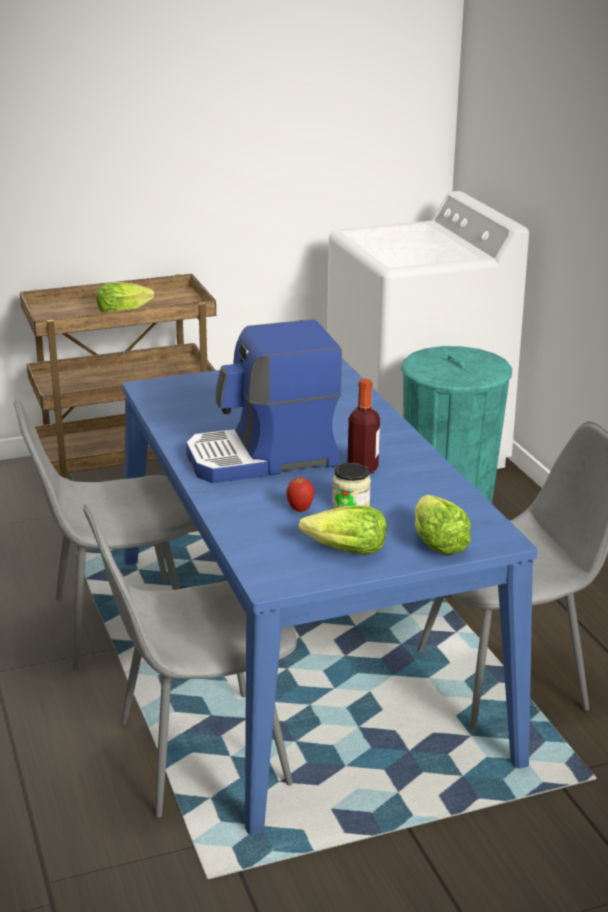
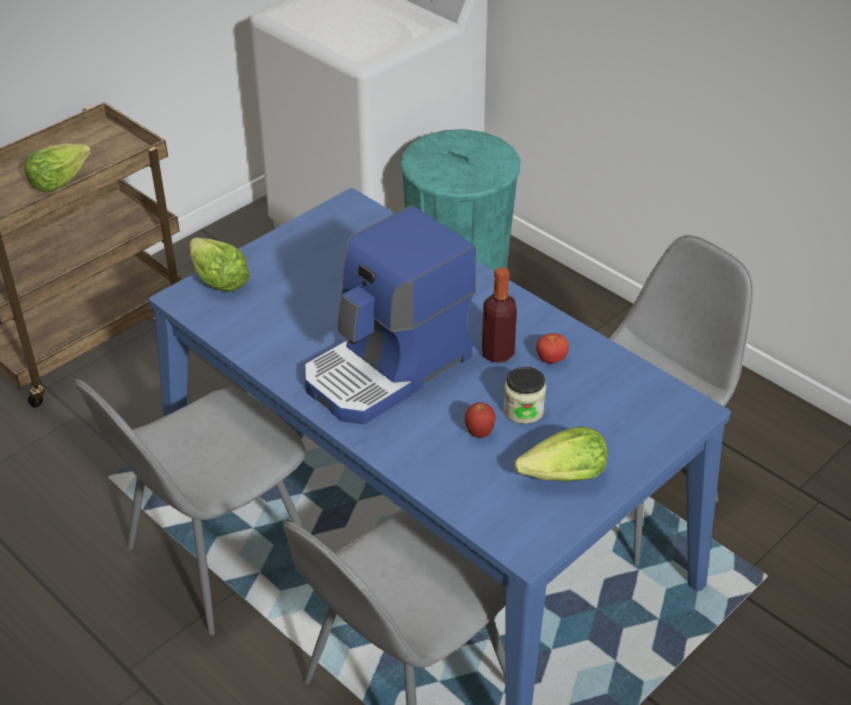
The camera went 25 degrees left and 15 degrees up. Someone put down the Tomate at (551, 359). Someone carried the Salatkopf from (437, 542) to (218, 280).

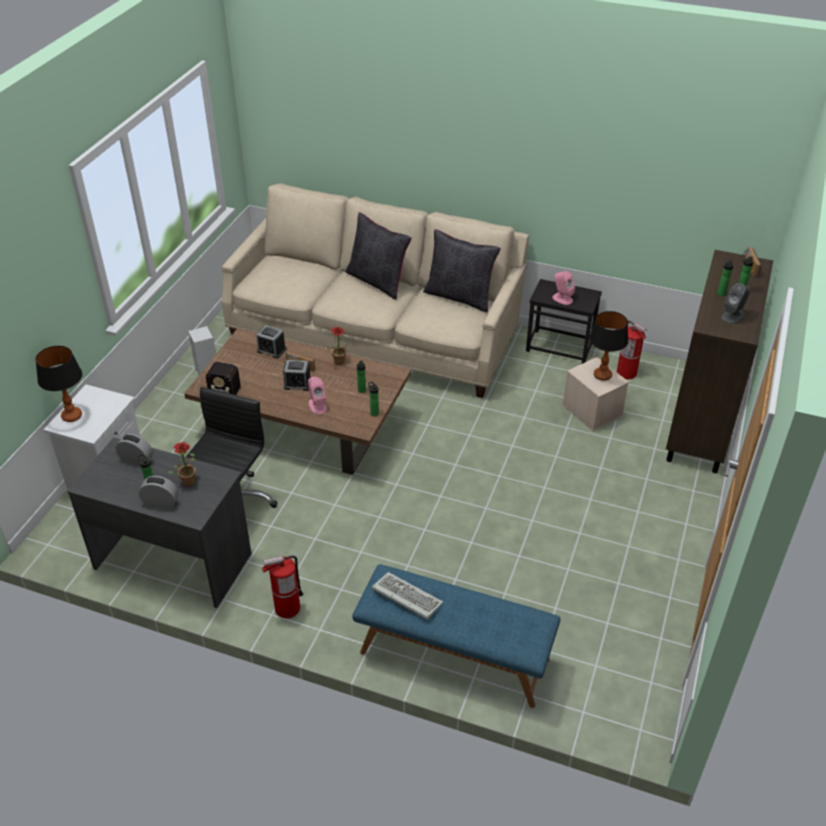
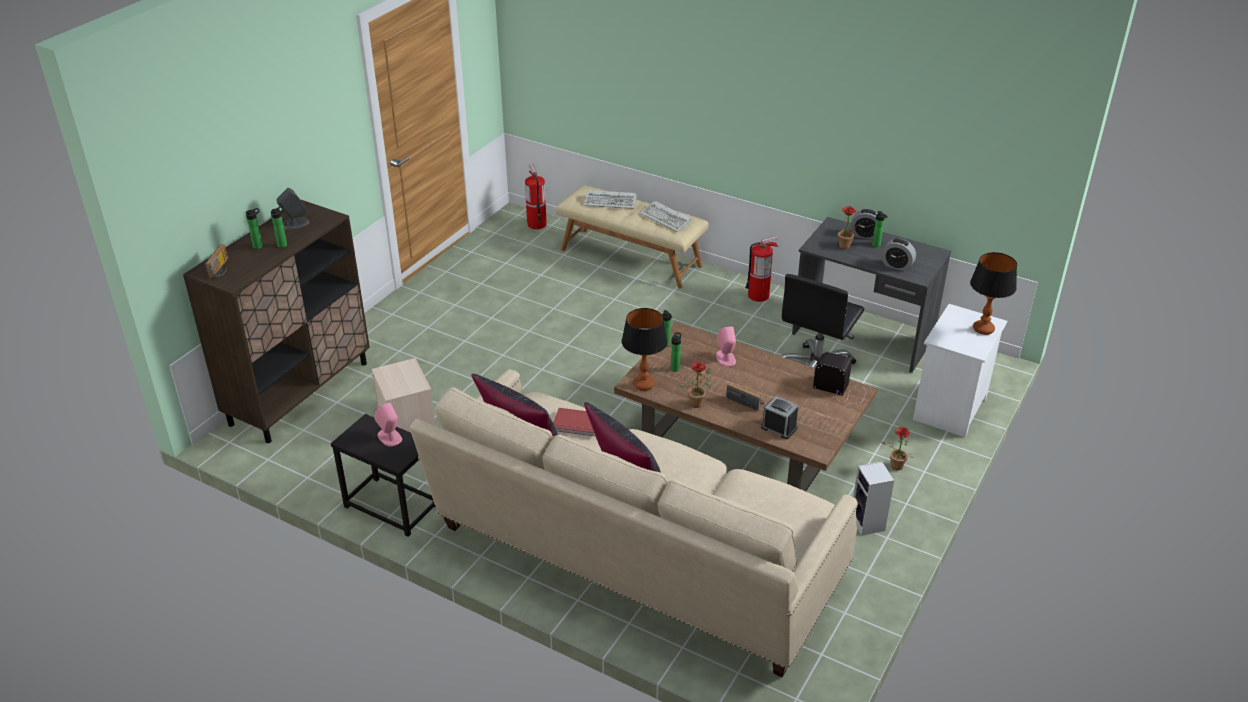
The camera went 170 degrees left and 5 degrees down. Someone took away the Wecker at (297, 384). Someone put down the Buch/rot at (576, 424). Someone put down the Tastatur at (611, 202). Someone put down the Topfpflanze at (894, 467). Someone carried the Tischlampe from (602, 375) to (644, 385). Someone carried the Feuerlöscher from (627, 373) to (536, 224). Someone repainted the Bank/blau at (453, 656), which became the Bank/beige at (631, 257).

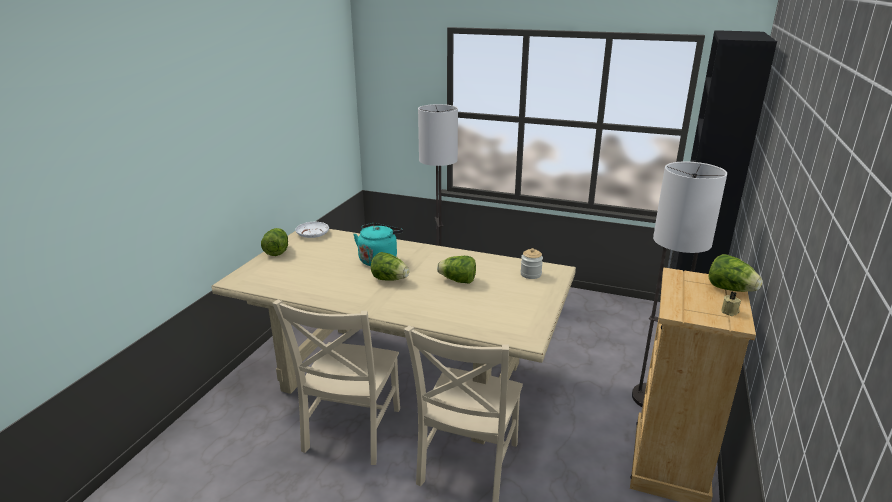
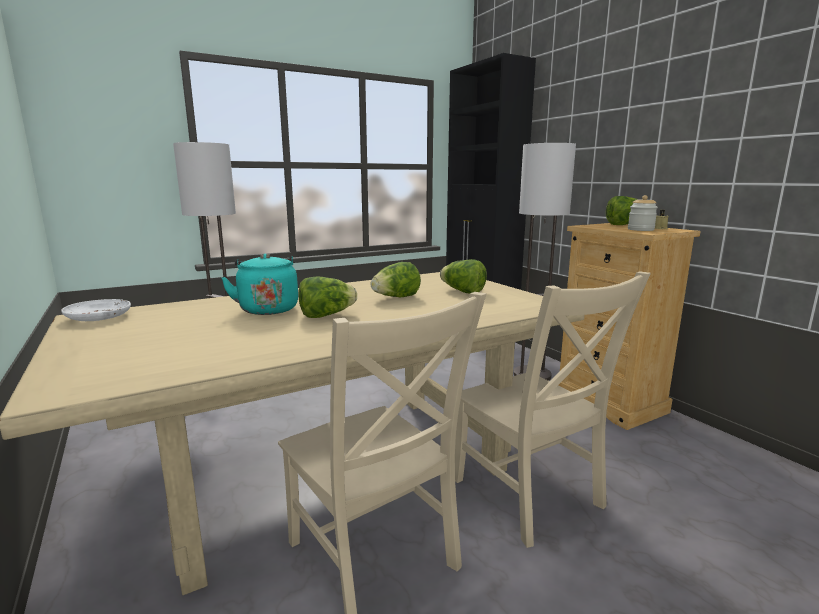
The camera went 50 degrees left and 10 degrees down. Someone carried the Salatkopf from (277, 251) to (463, 292). Someone carried the Vorratsglas from (530, 274) to (640, 229).

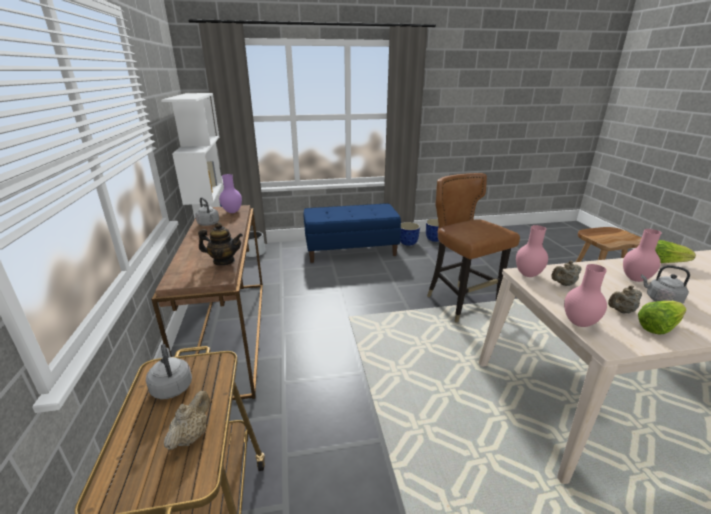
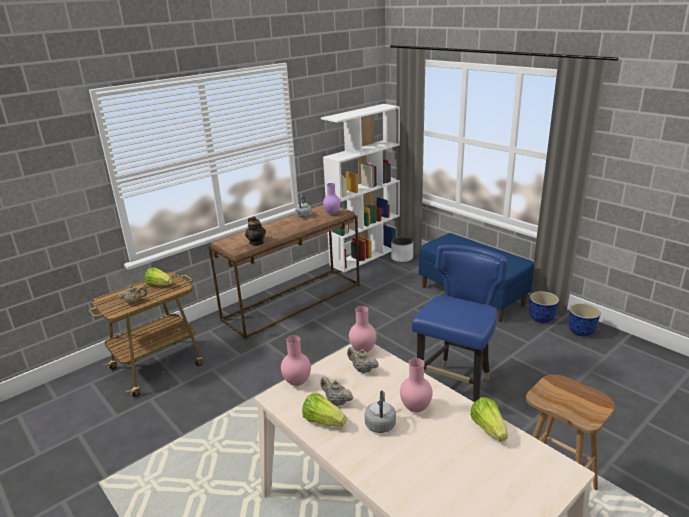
The camera went 60 degrees right and 0 degrees up. Someone swapped the Wasserkessel/grau at (172, 386) for the Salatkopf at (159, 285). Someone repainted the Stuhl/braun at (461, 303), which became the Stuhl/blau at (455, 389).

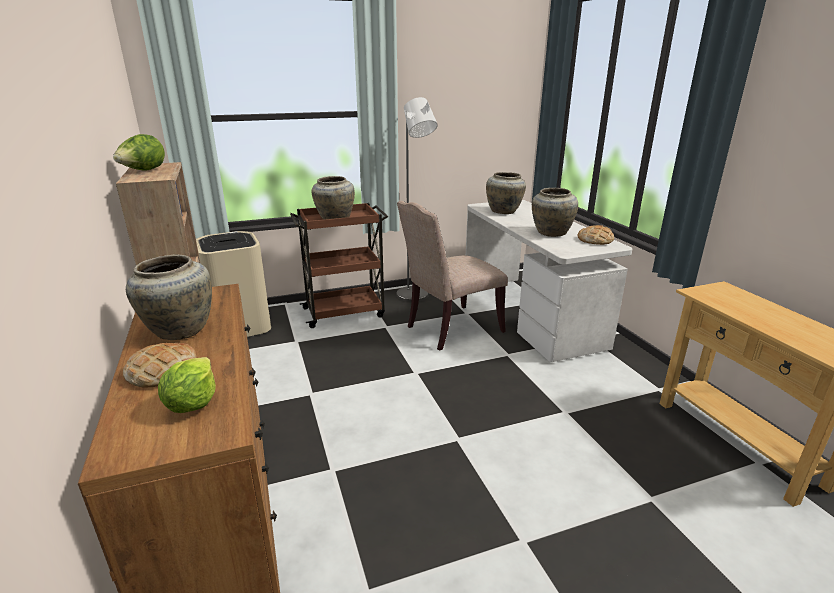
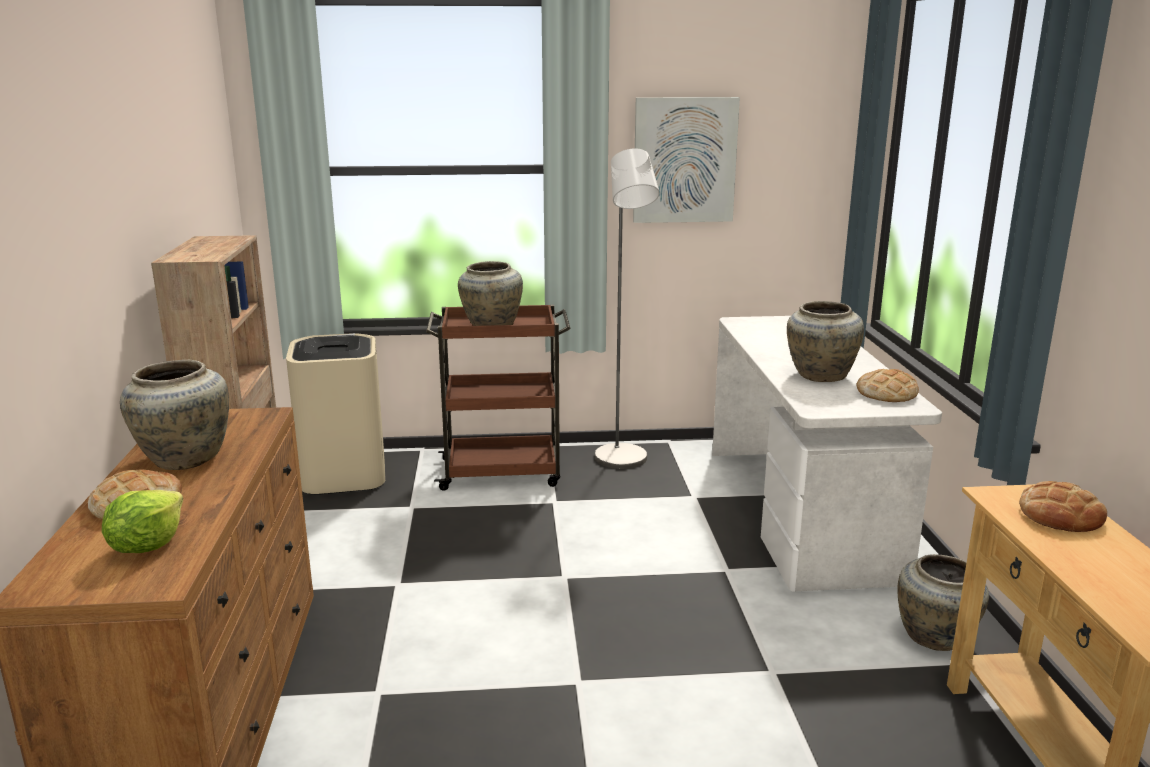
The camera went 15 degrees right and 5 degrees down. Someone took away the Salatkopf at (143, 171). Someone took away the Stuhl/beige at (450, 329). Someone put up the Bild at (684, 160). Someone put down the Brot at (1060, 515). Someone carried the Vase/beige from (504, 212) to (935, 638).

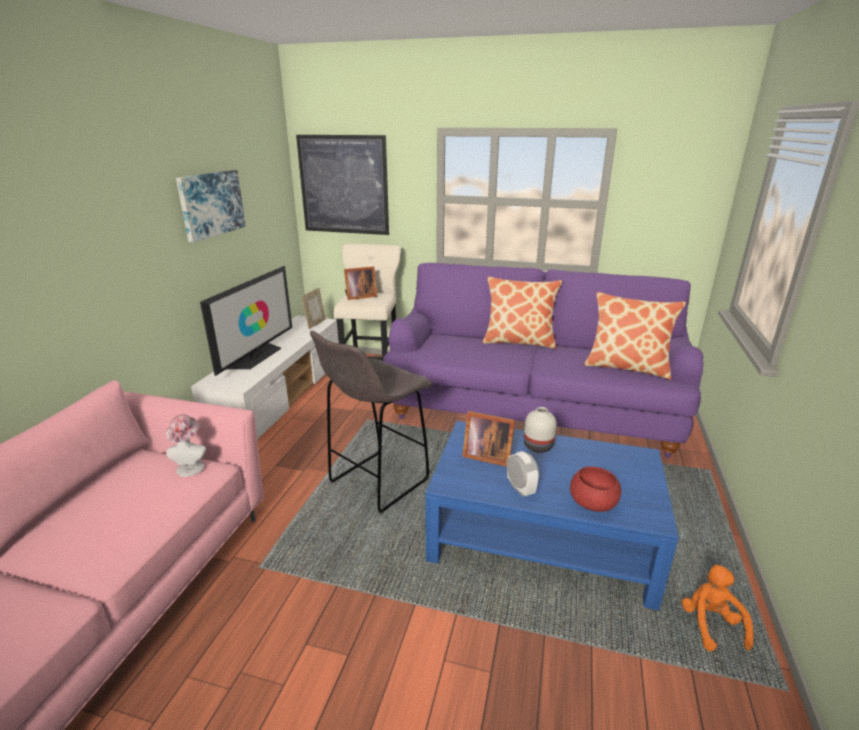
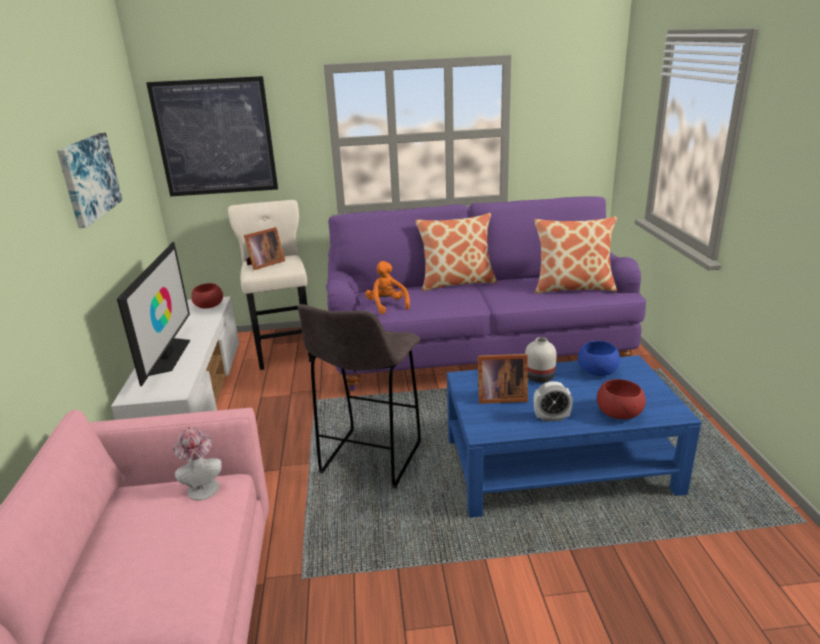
The camera went 20 degrees left and 0 degrees up. Someone put down the Schüssel/blau at (597, 371). Someone carried the Plüschtier/orange from (710, 624) to (387, 305). Someone swapped the Bilderrahmen at (315, 324) for the Schüssel/rot at (208, 306). Someone rotated the Wecker at (520, 488) by 135 degrees clockwise.

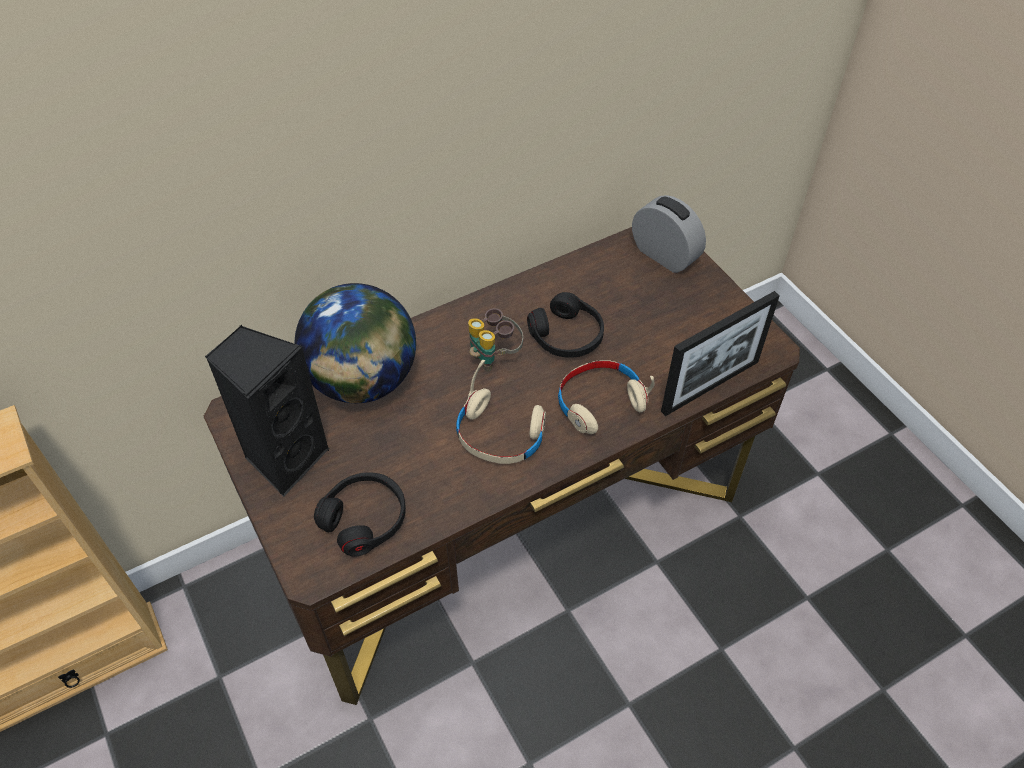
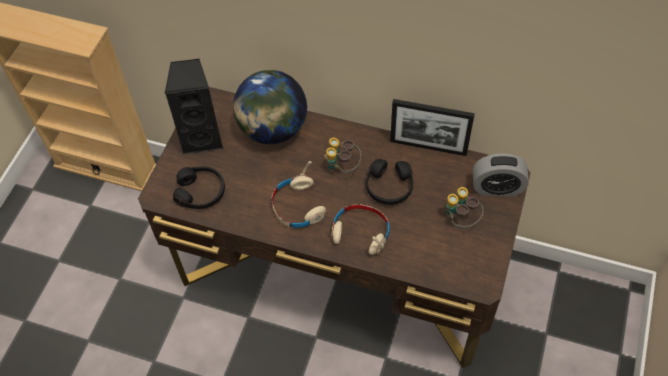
The camera went 50 degrees right and 5 degrees up. Someone put down the Fernglas at (460, 220). Someone carried the Bilderrahmen from (710, 386) to (428, 147). Someone rotated the Wecker at (664, 255) by 90 degrees clockwise.

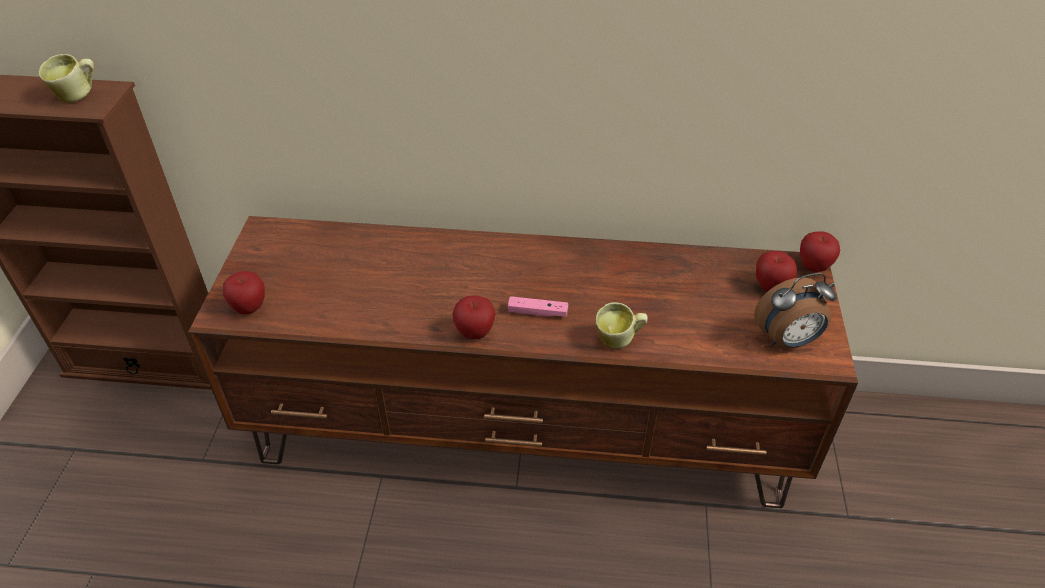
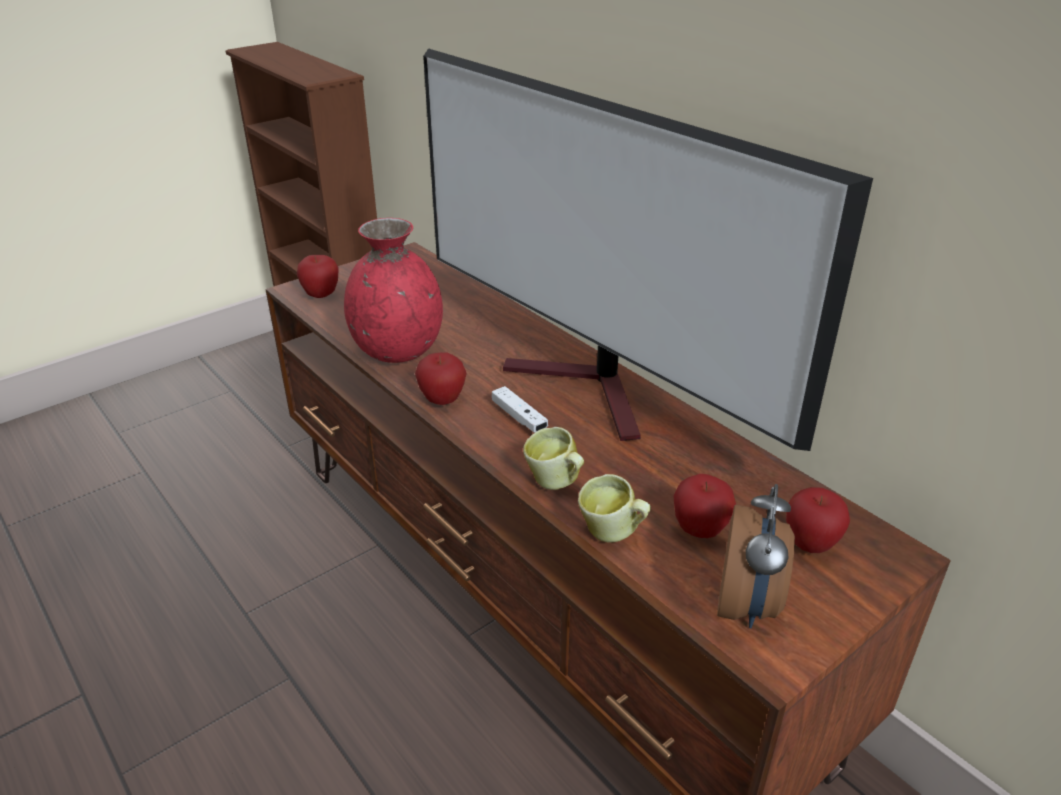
The camera went 45 degrees right and 10 degrees down. Someone put down the Vase/rot at (397, 350). Someone put down the Fernseher at (593, 390). Someone carried the Henkelbecher from (79, 97) to (612, 534). Someone carried the Apfel from (813, 267) to (699, 530). Someone repainted the Gamepad/rosa at (537, 312), which became the Gamepad/weiß at (519, 417). Someone rotated the Wecker at (787, 340) by 105 degrees counterclockwise.

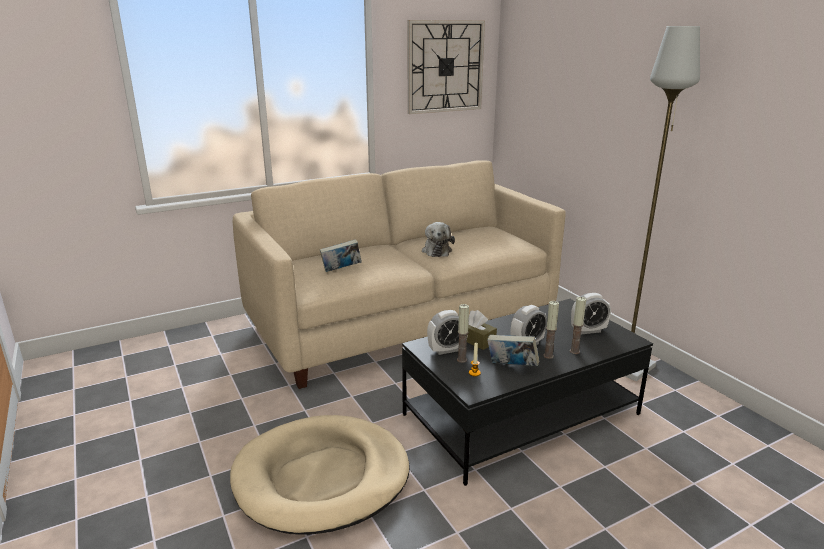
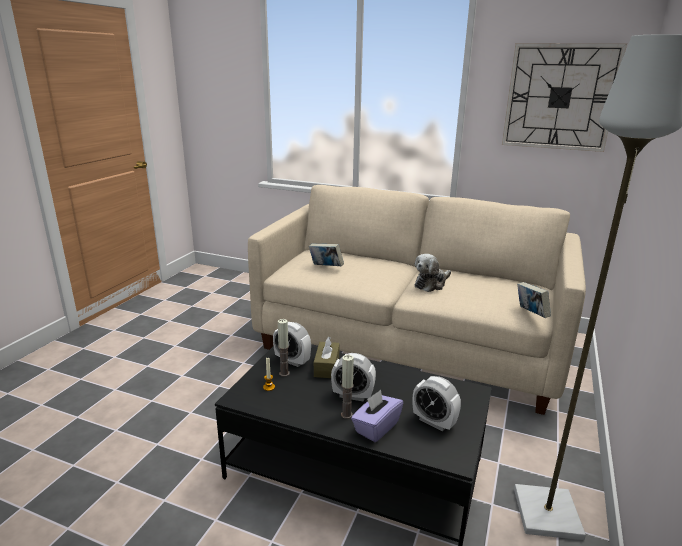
The camera went 50 degrees right and 0 degrees up. Someone took away the Hundebett/beige at (322, 477). Someone carried the Buch from (511, 367) to (530, 314). Someone swapped the Kerze at (574, 351) for the Taschentuchbox/lila at (376, 427).

